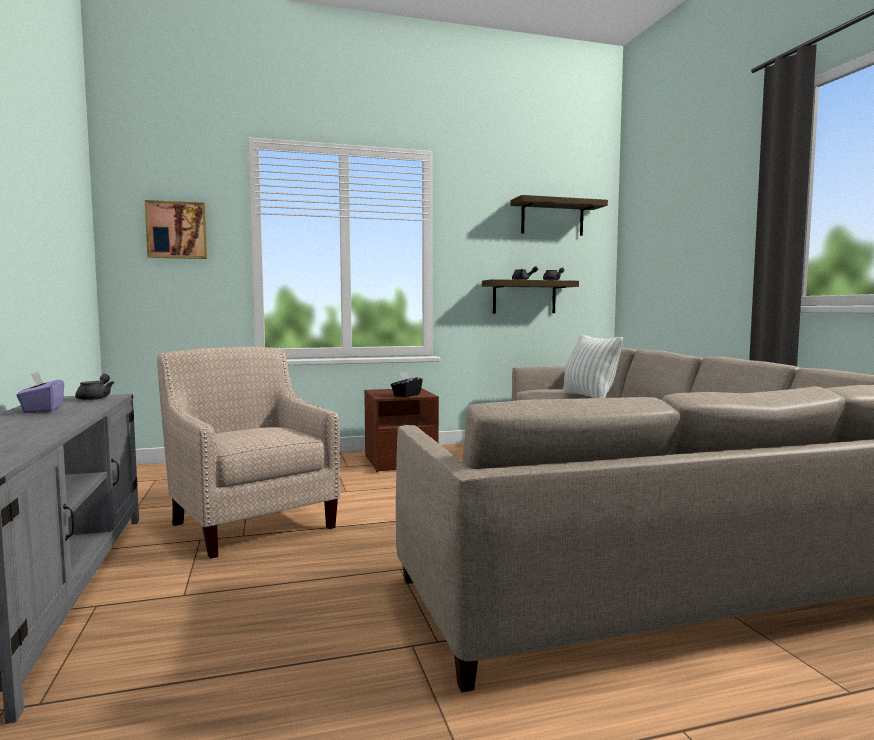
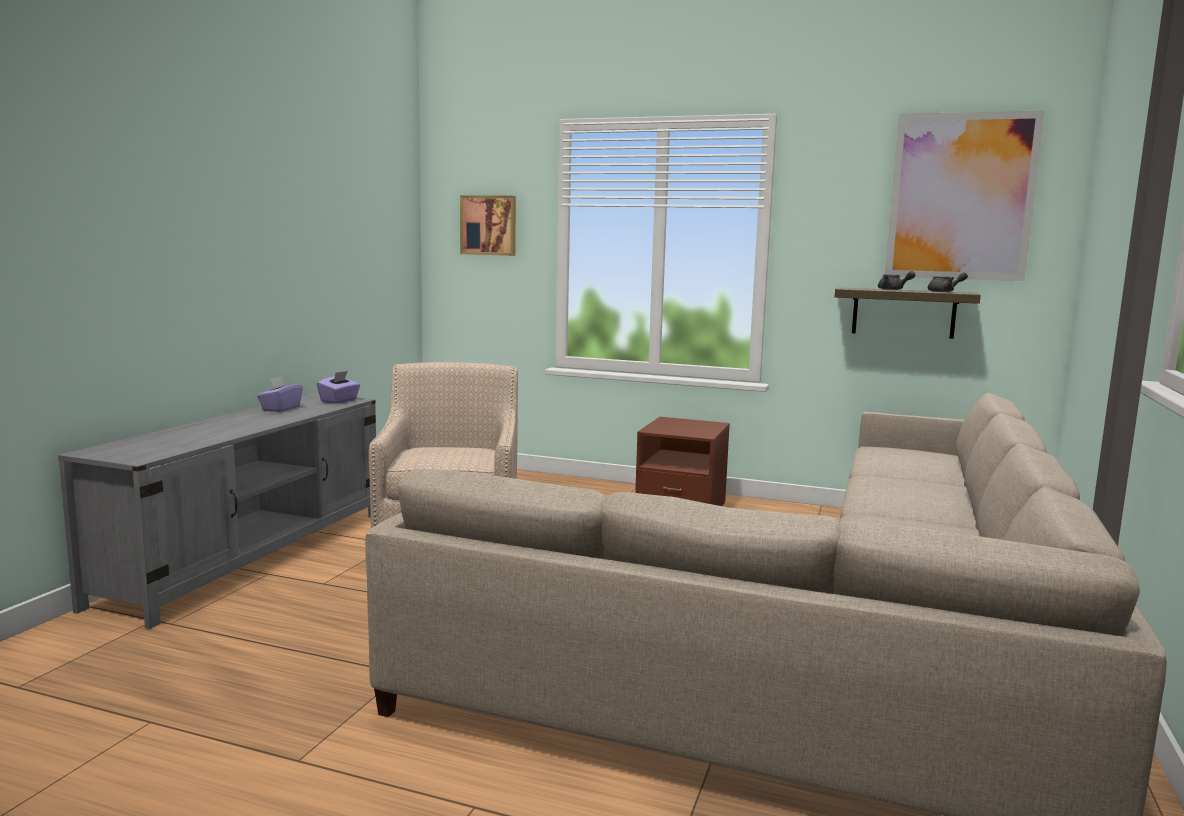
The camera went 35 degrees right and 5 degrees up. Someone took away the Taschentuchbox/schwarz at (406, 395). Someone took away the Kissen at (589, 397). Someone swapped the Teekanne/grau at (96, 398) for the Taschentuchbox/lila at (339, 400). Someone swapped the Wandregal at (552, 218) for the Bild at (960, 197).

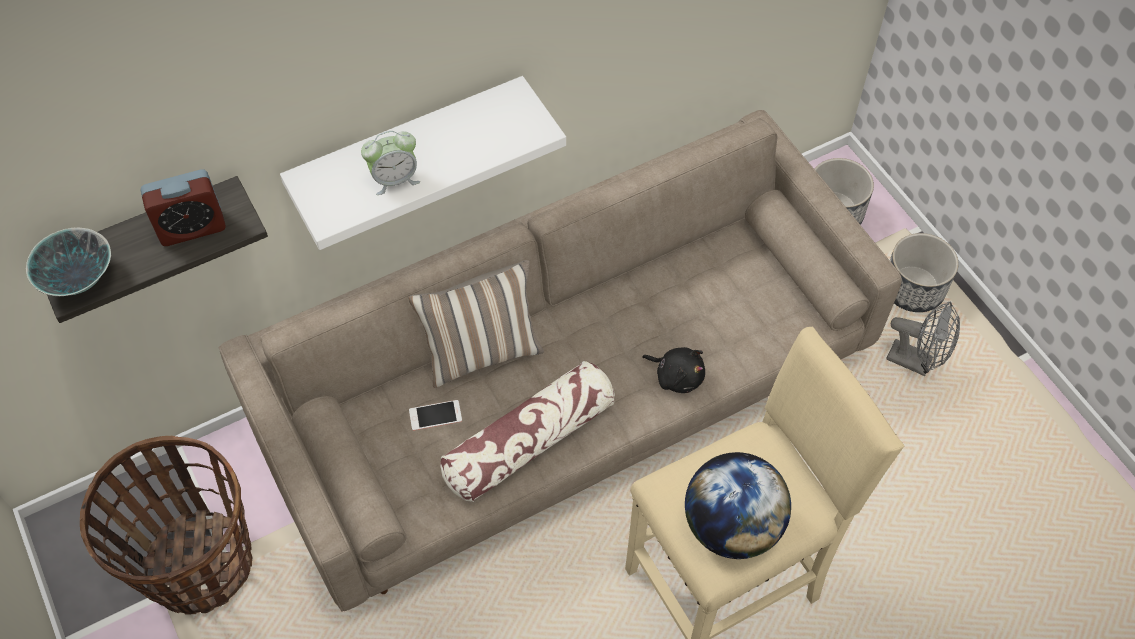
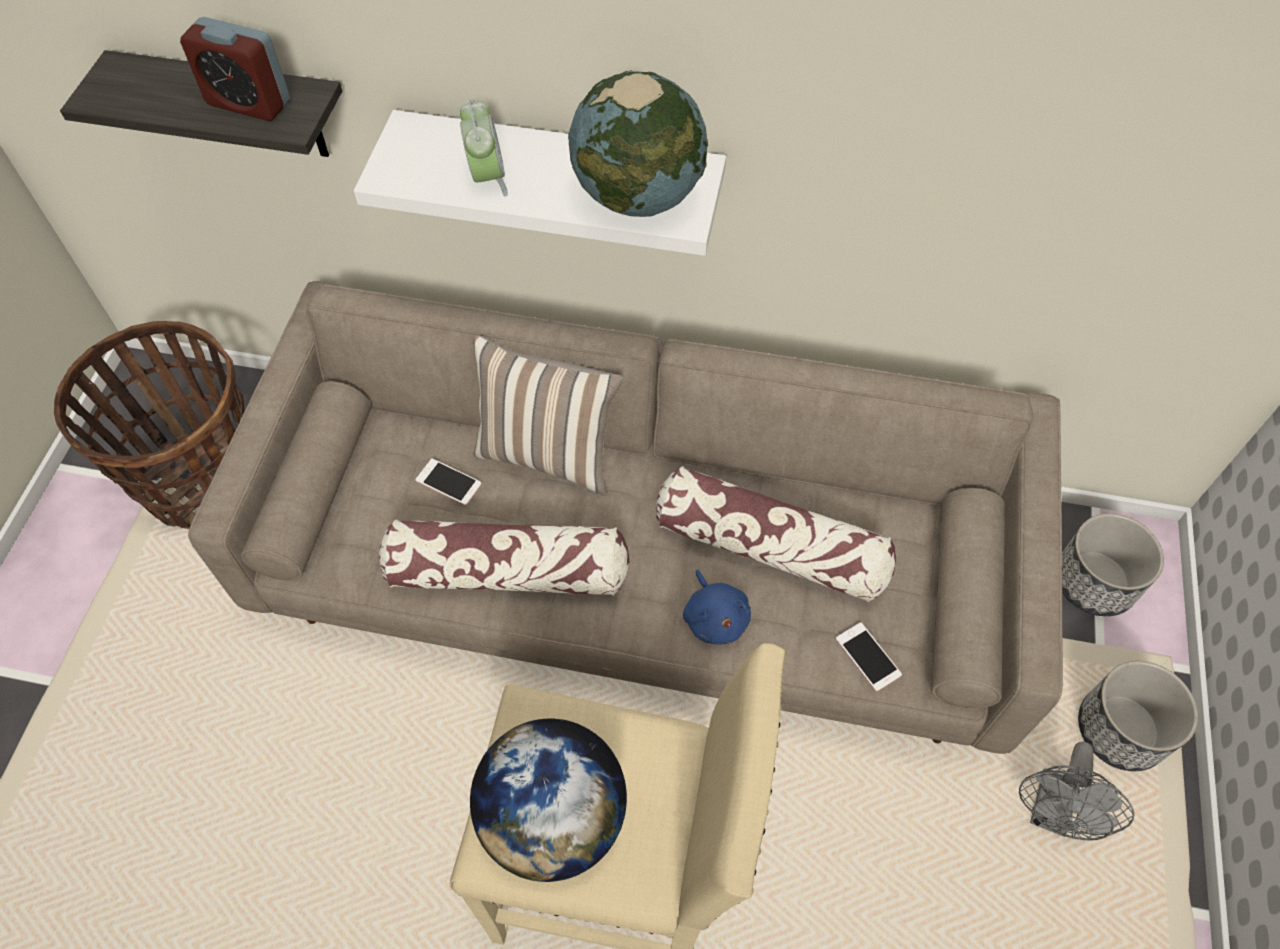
The camera went 40 degrees right and 0 degrees up. Someone took away the Schüssel at (79, 281). Someone put down the Globus at (638, 197). Someone put down the Kissen at (771, 548). Someone put down the Handy at (868, 657). Someone repainted the Plüschtier/schwarz at (677, 376), which became the Plüschtier/blau at (715, 618). Someone rotated the Wecker at (394, 179) by 120 degrees counterclockwise. Someone rotated the Ventilator/grau at (916, 362) by 45 degrees clockwise.

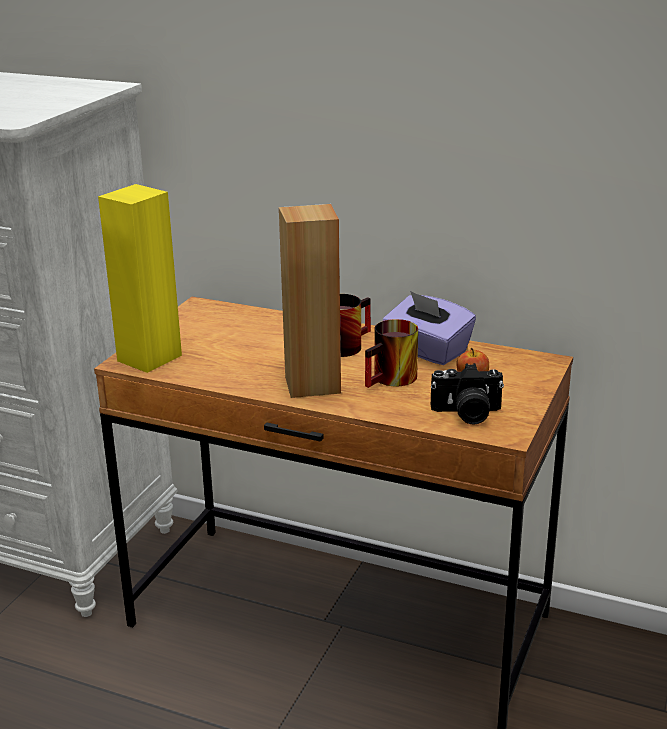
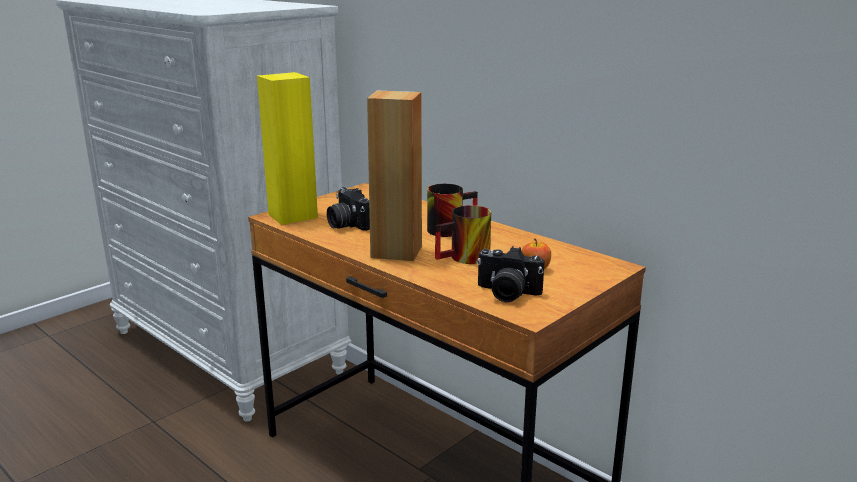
The camera went 20 degrees right and 5 degrees down. Someone took away the Taschentuchbox/lila at (427, 351). Someone put down the Kamera at (346, 224).

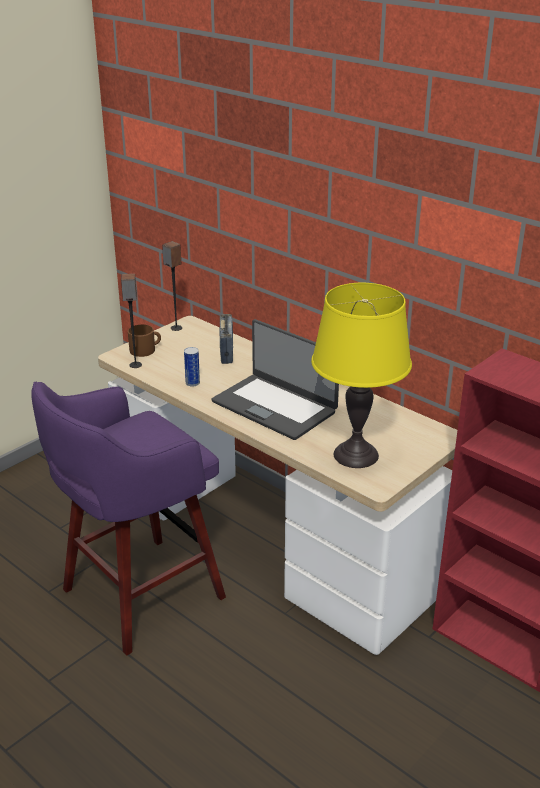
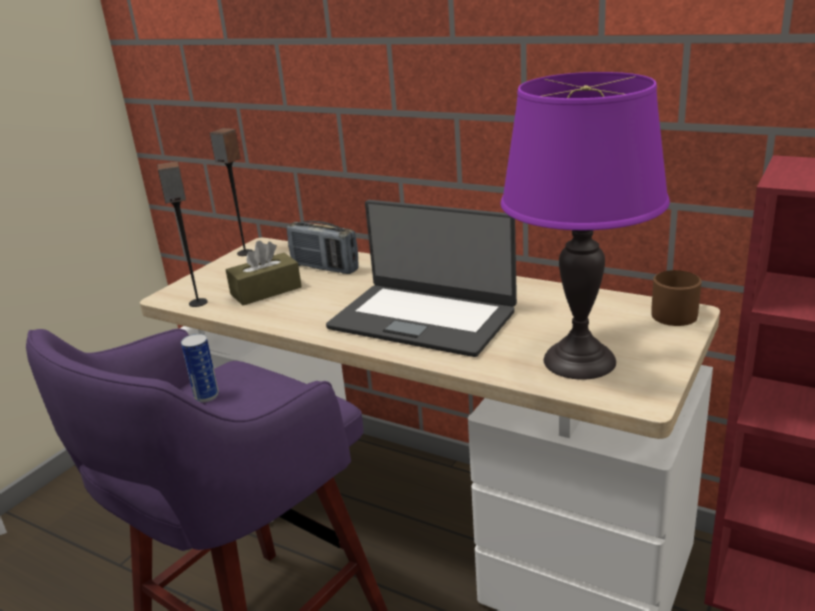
The camera went 10 degrees left and 5 degrees down. Someone put down the Taschentuchbox/braun at (266, 291). Someone carried the Henkelbecher/braun from (145, 350) to (678, 313). Someone carried the Dose from (192, 383) to (206, 396). Someone repainted the Tischlampe/gelb at (356, 455), which became the Tischlampe/lila at (580, 361). Someone rotated the Radio at (226, 352) by 135 degrees clockwise.

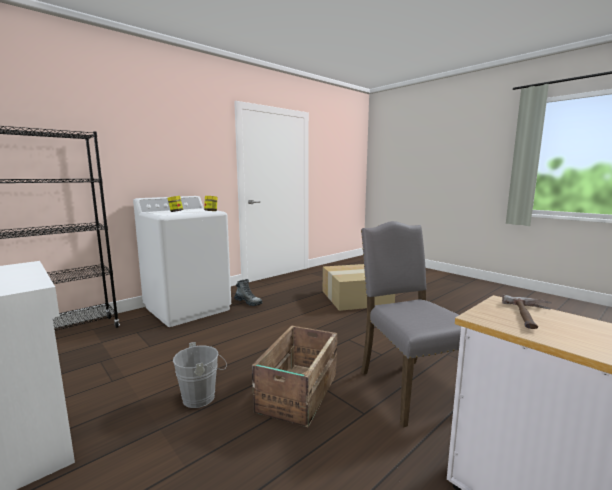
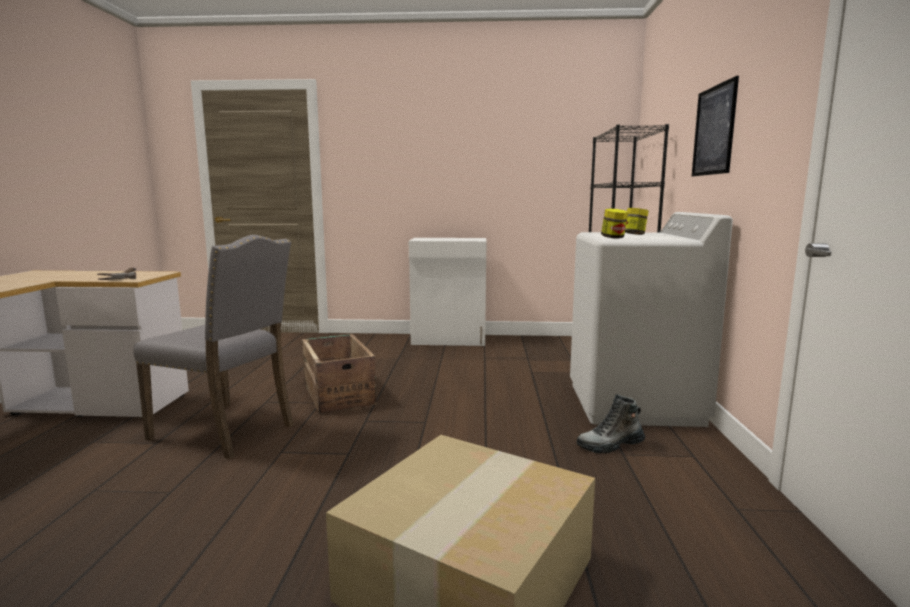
The camera went 135 degrees right and 0 degrees up. Someone took away the Eimer/grau at (202, 397). Someone put up the Bild at (714, 130).

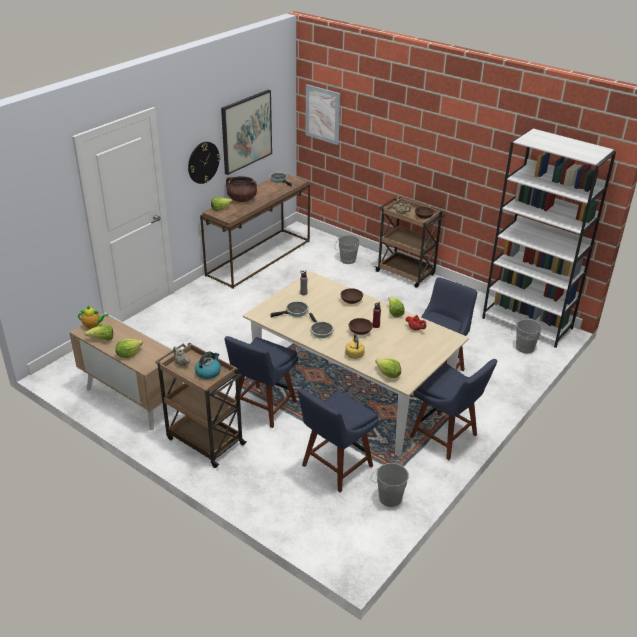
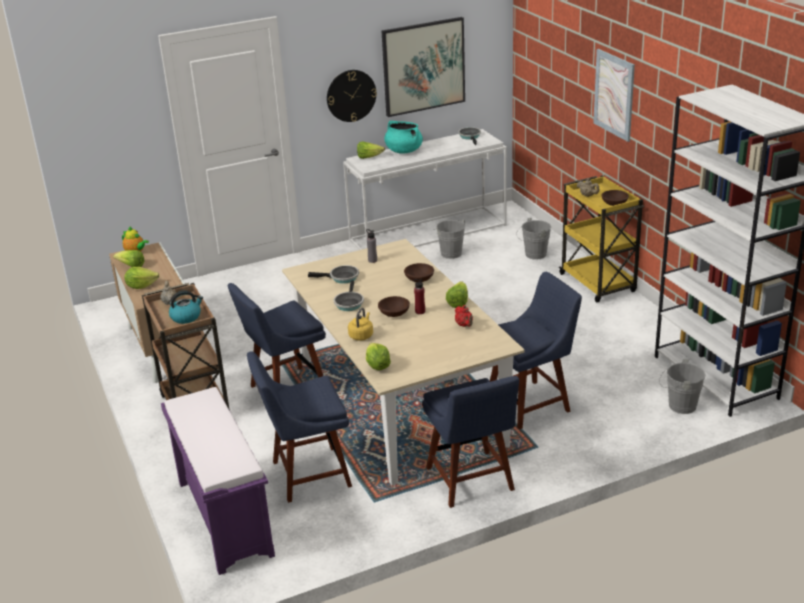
The camera went 30 degrees right and 5 degrees down. Someone put down the Bank/lila at (223, 517). Someone carried the Bild from (322, 114) to (614, 94). Someone carried the Eimer/grau from (387, 497) to (450, 253). Someone repainted the Konsolentisch/braun at (259, 257), which became the Konsolentisch/weiß at (428, 232). Someone repainted the Kochtopf/braun at (242, 199), which became the Kochtopf/türkis at (403, 151). Someone repainted the Rollwagen/braun at (406, 273), which became the Rollwagen/gelb at (598, 284).

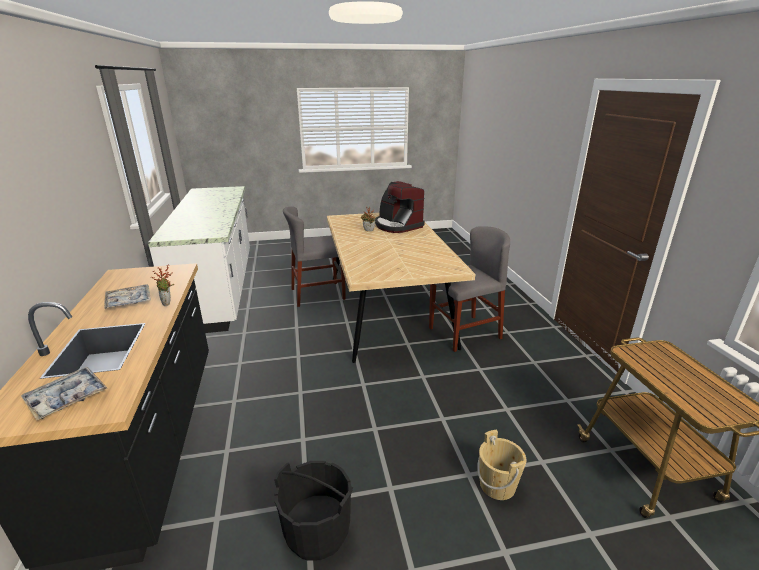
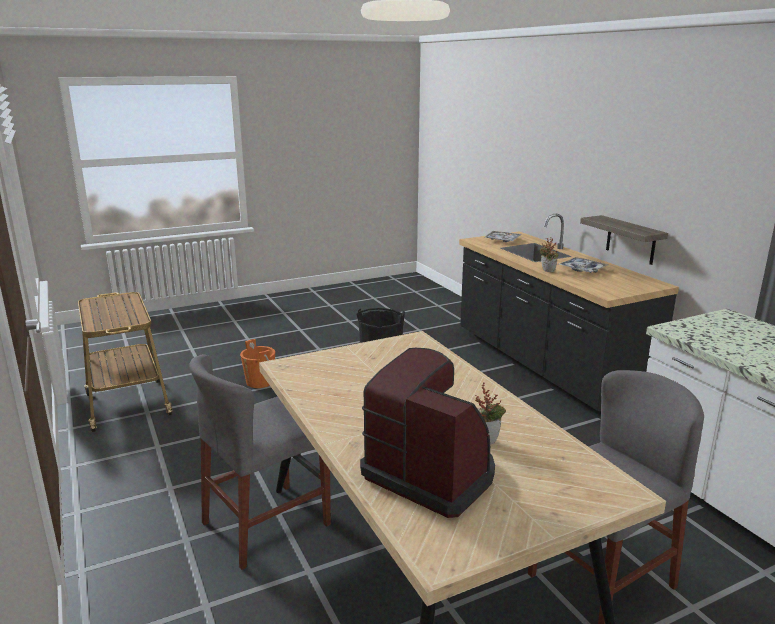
The camera went 165 degrees right and 5 degrees down. Someone put up the Wandregal at (630, 240). Someone repainted the Eimer/beige at (497, 485), which became the Eimer/orange at (260, 382).

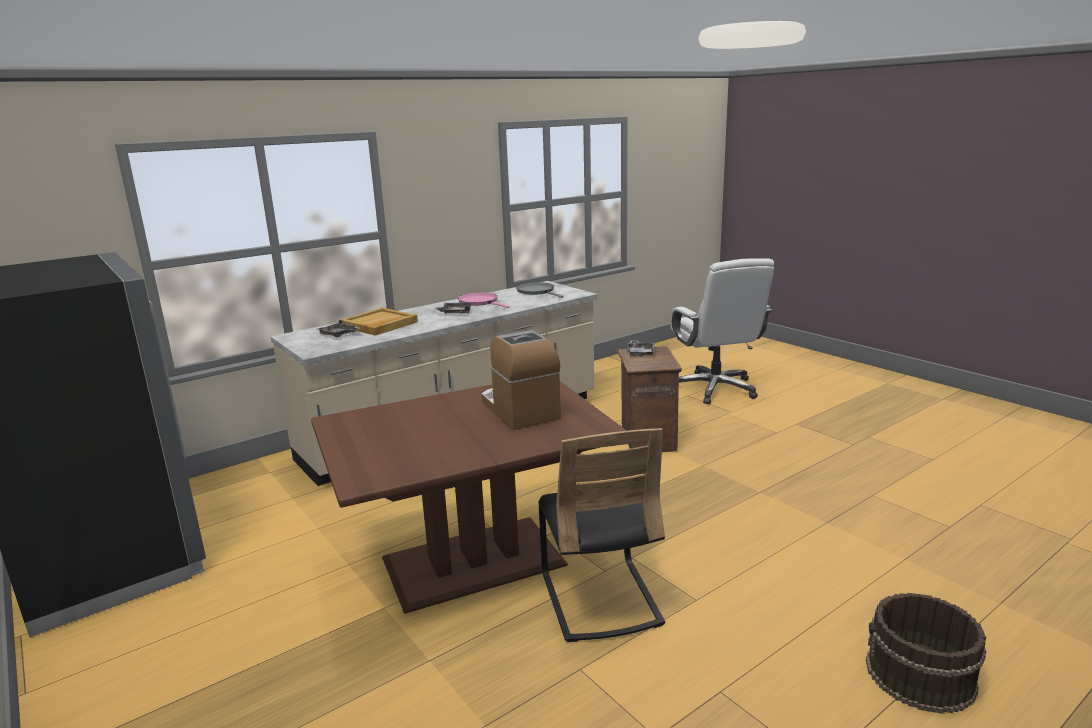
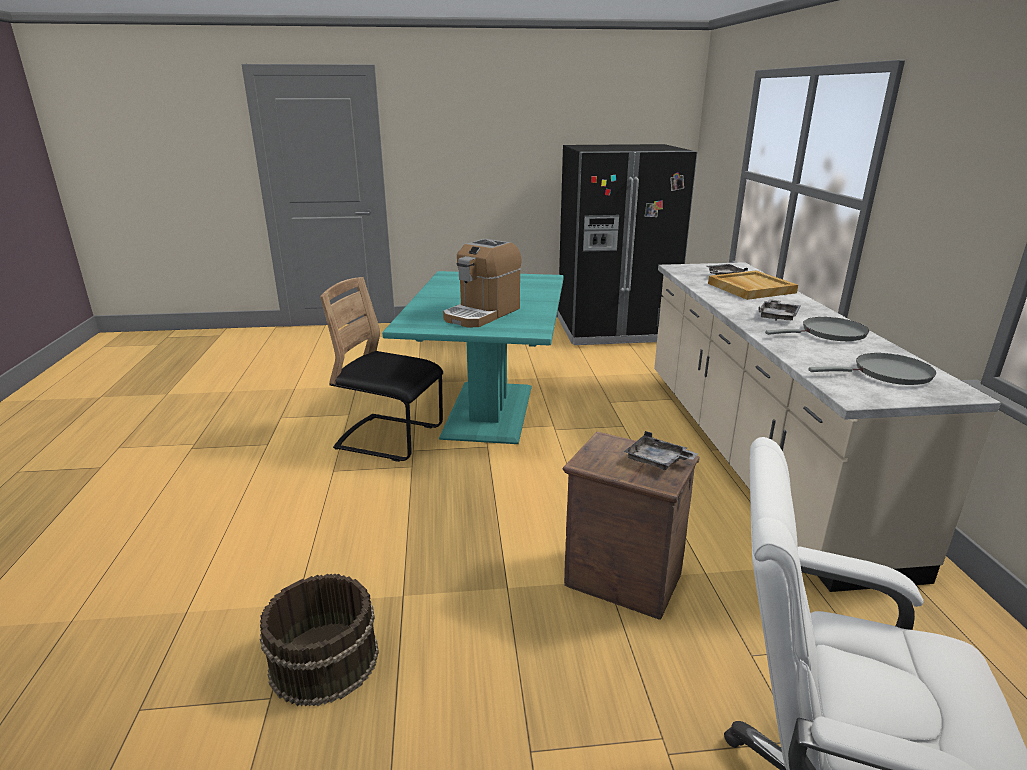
The camera went 120 degrees right and 5 degrees up. Someone carried the Eimer/braun from (920, 675) to (324, 660). Someone repainted the Esstisch/braun at (474, 563), which became the Esstisch/türkis at (487, 411). Someone repainted the Pfanne/rosa at (480, 302), which became the Pfanne/grau at (829, 333). Someone rotated the Kaffeemaschine at (519, 410) by 120 degrees clockwise.

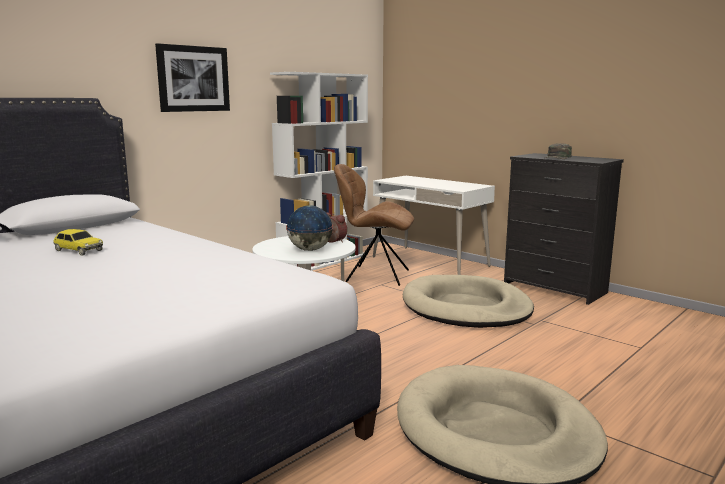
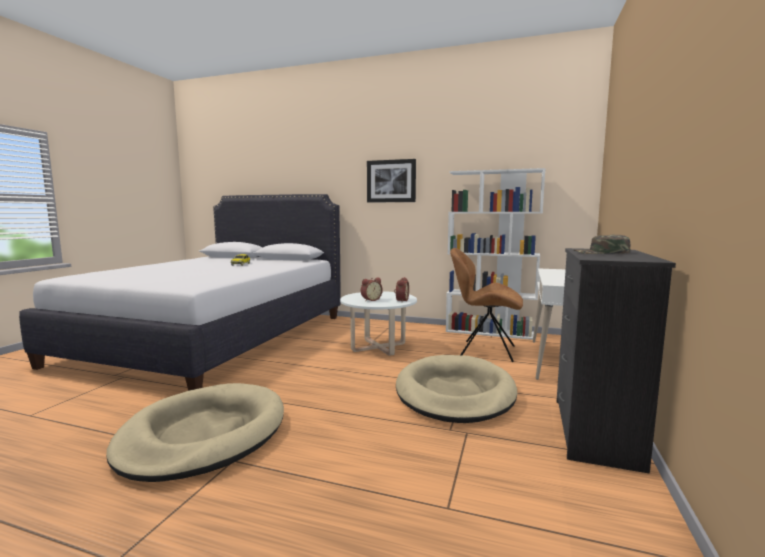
The camera went 65 degrees right and 5 degrees down. Someone swapped the Globus at (309, 250) for the Wecker at (370, 300). Someone rotated the Stuhl/braun at (375, 275) by 60 degrees counterclockwise.

